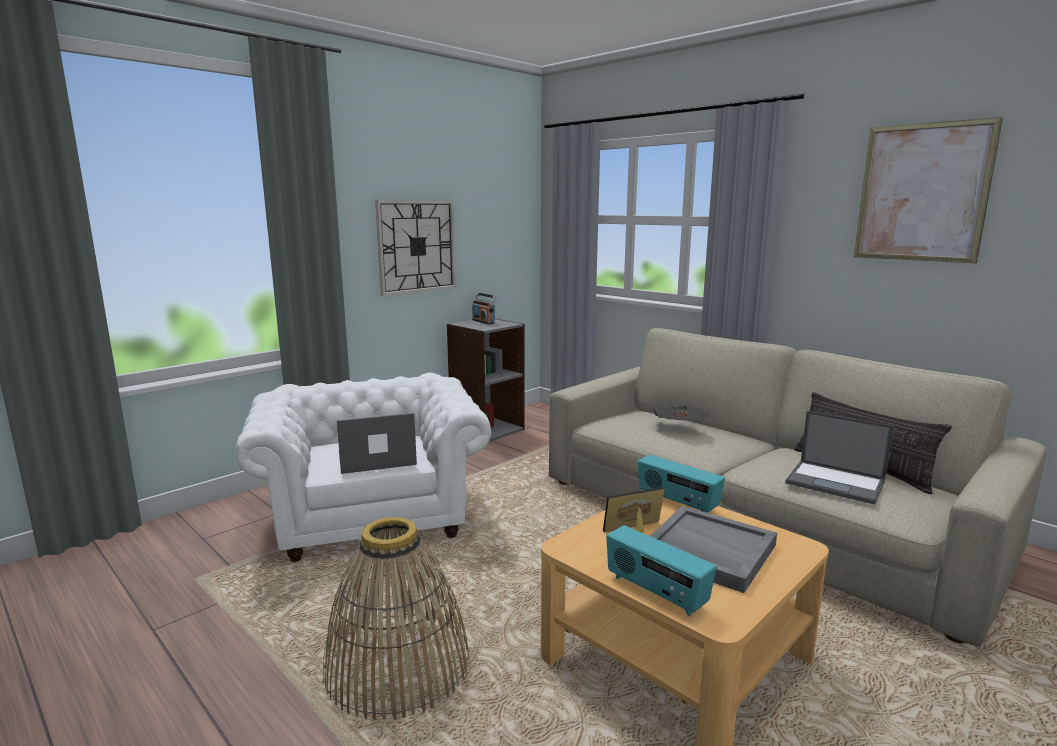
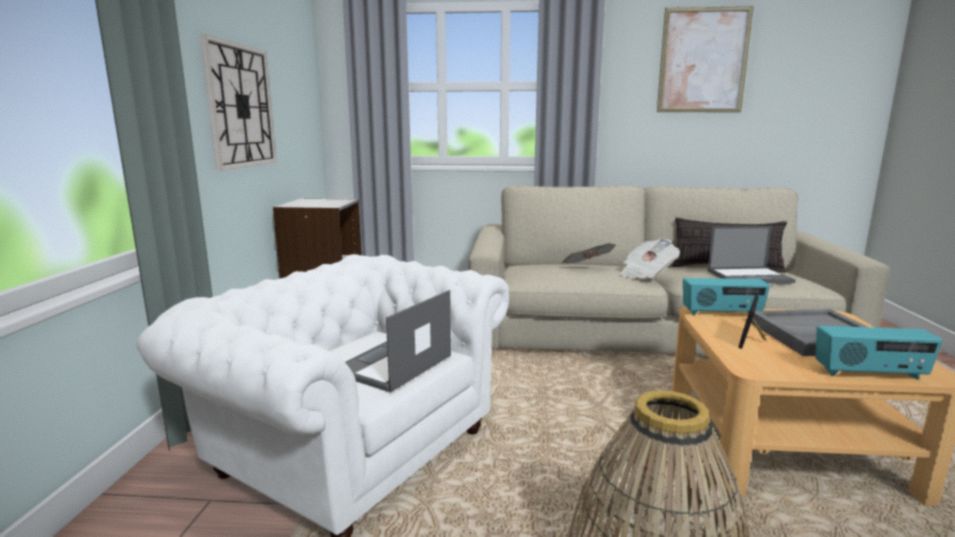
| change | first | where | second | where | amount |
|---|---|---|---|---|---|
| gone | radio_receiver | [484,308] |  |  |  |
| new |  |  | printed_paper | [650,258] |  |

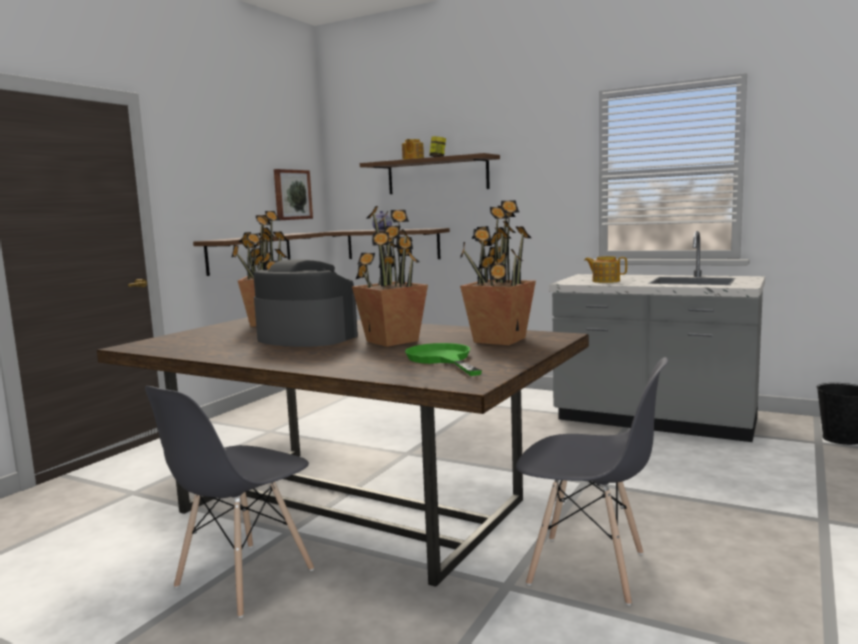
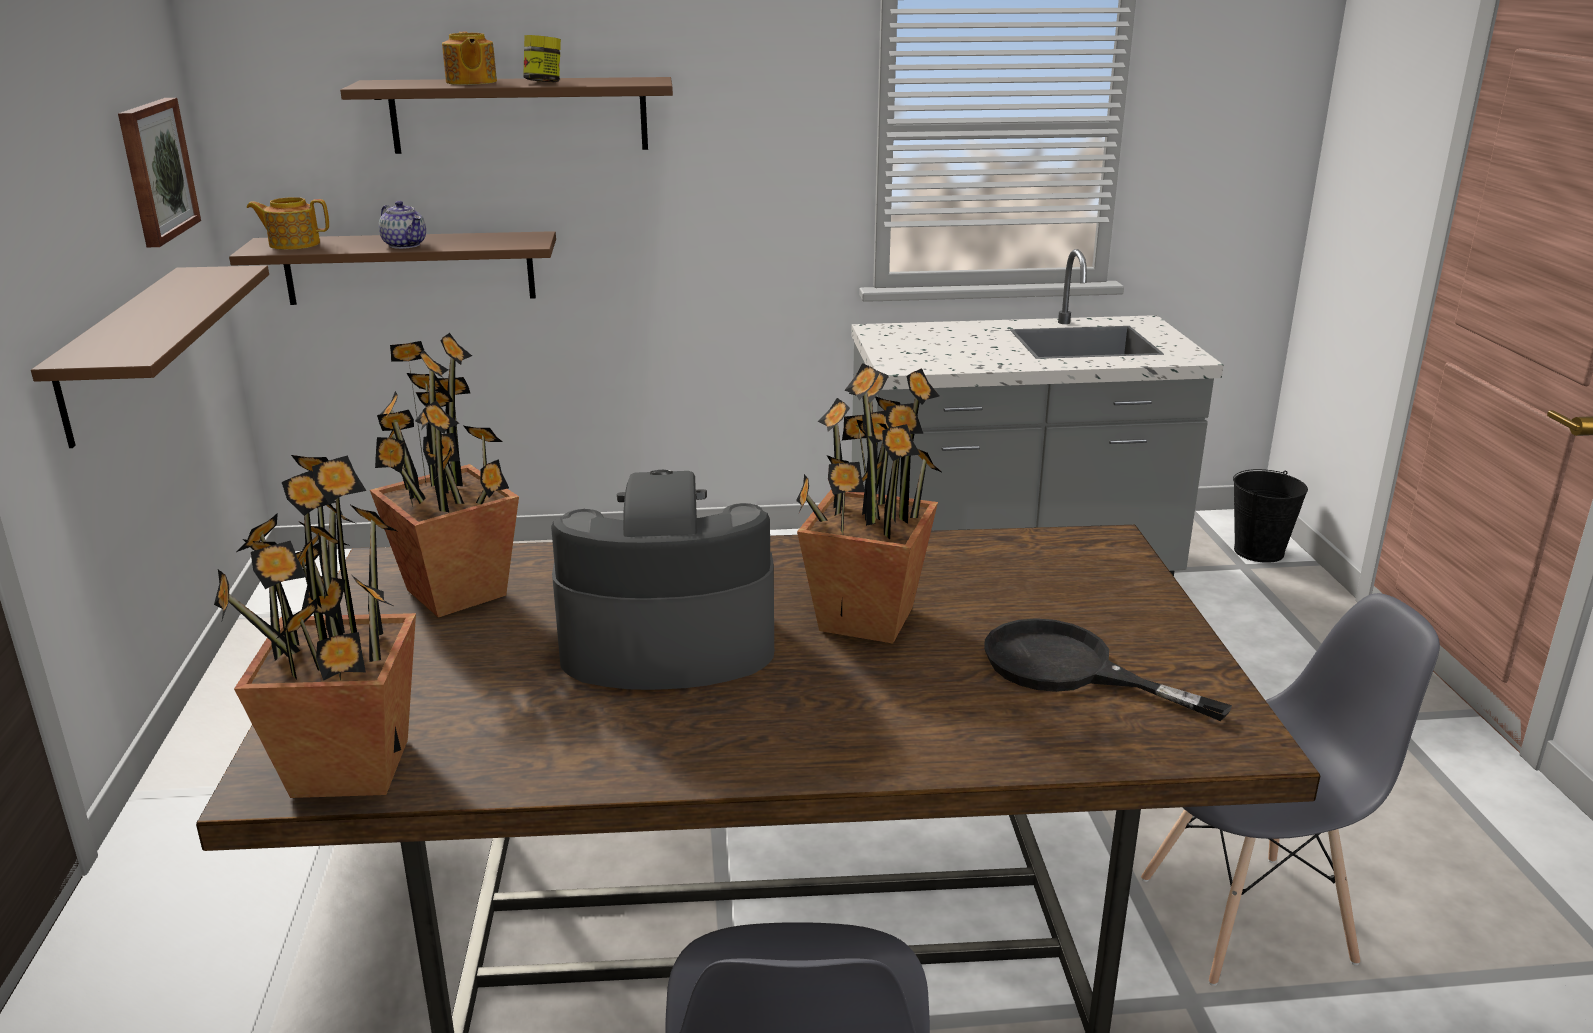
| change | first | where | second | where | amount |
|---|---|---|---|---|---|
| repainted | green-coloured_pan | [443,359] | black_pan | [1108,669] |  |
| shifted | houseplant | [498,272] |  | [315,626] |  |
| shifted | tea_pot | [605,269] |  | [288,223] |  |

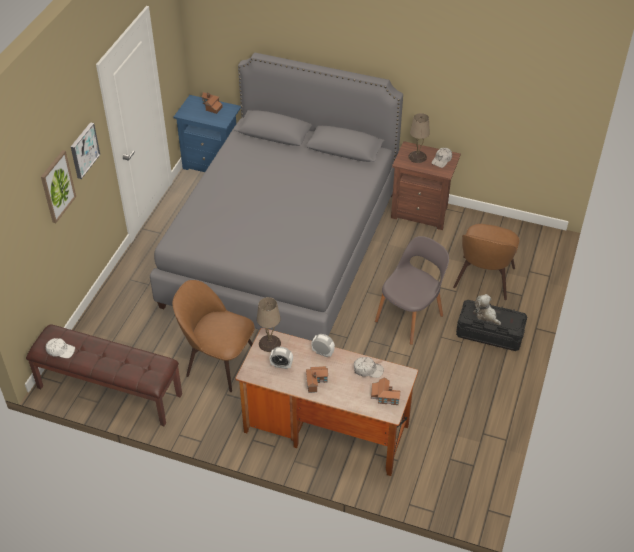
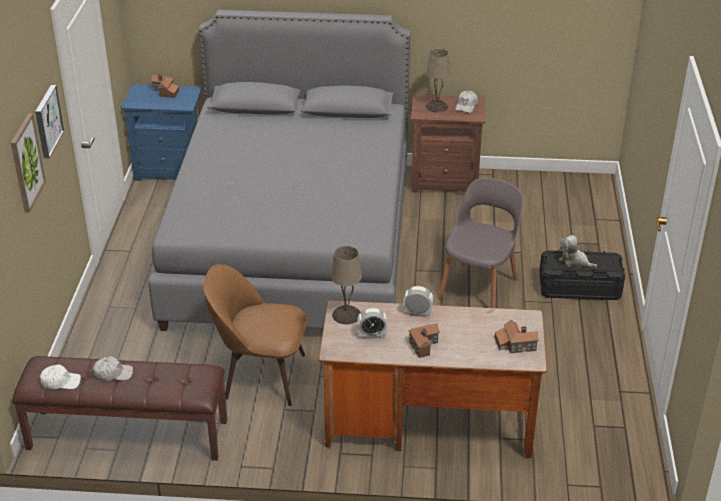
| change | first | where | second | where | amount |
|---|---|---|---|---|---|
| shifted | whitish_cap | [369,367] |  | [113,368] |  |
| gone | brown_chair | [486,262] |  |  |  |

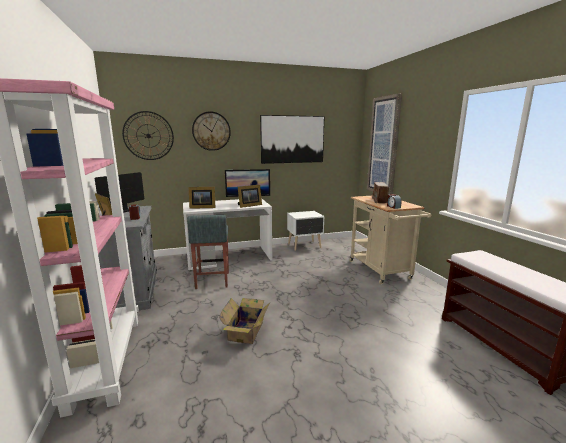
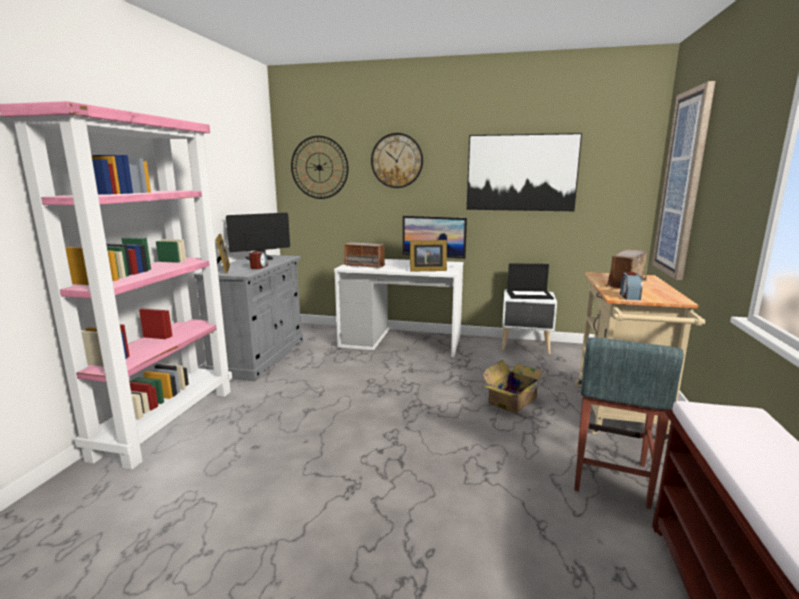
| change | first | where | second | where | amount |
|---|---|---|---|---|---|
| shifted | greyish_stool | [208,252] |  | [629,423] |  |
| swapped | standing_frame | [202,198] | radio_receiver | [364,255] |  |
| shifted | carton | [244,321] |  | [515,386] |  |
| new |  |  | laptop | [530,281] |  |

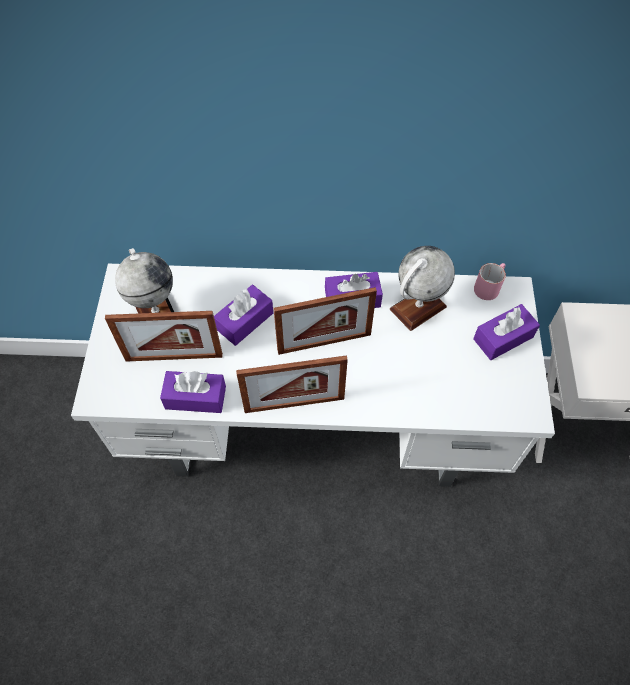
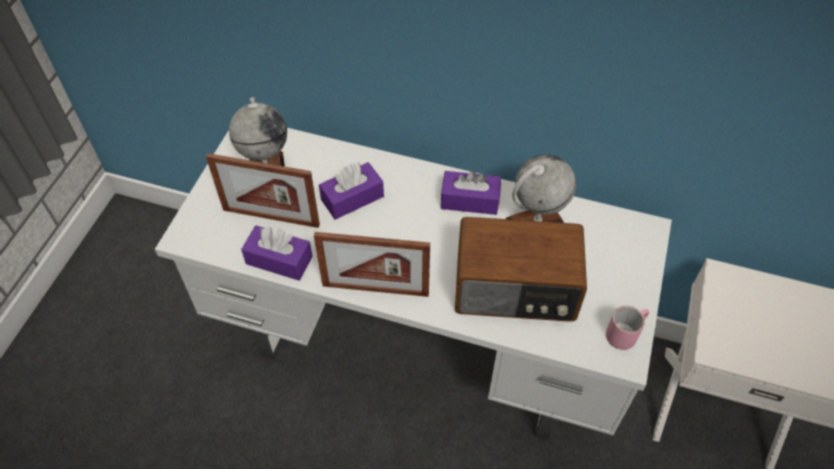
| change | first | where | second | where | amount |
|---|---|---|---|---|---|
| gone | standing_frame | [325,321] |  |  |  |
| gone | purple-coloured_tissue_holder | [506,332] |  |  |  |
| shifted | pink-coloured_coffee_mug | [490,281] |  | [627,328] |  |
| new |  |  | radio_receiver | [521,269] |  |

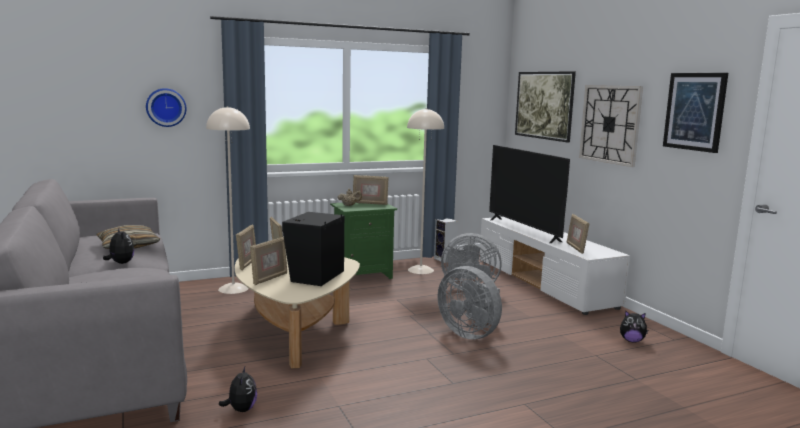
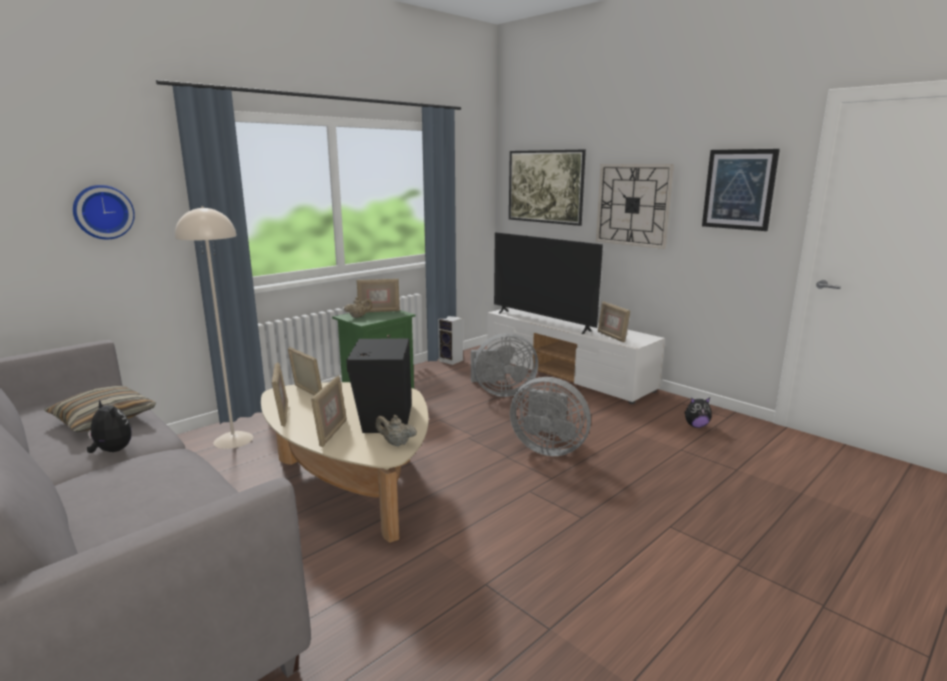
| change | first | where | second | where | amount |
|---|---|---|---|---|---|
| gone | soft_toy | [238,389] |  |  |  |
| gone | beige_standard_lamp | [425,191] |  |  |  |
| new |  |  | beige_tea_pot | [396,430] |  |

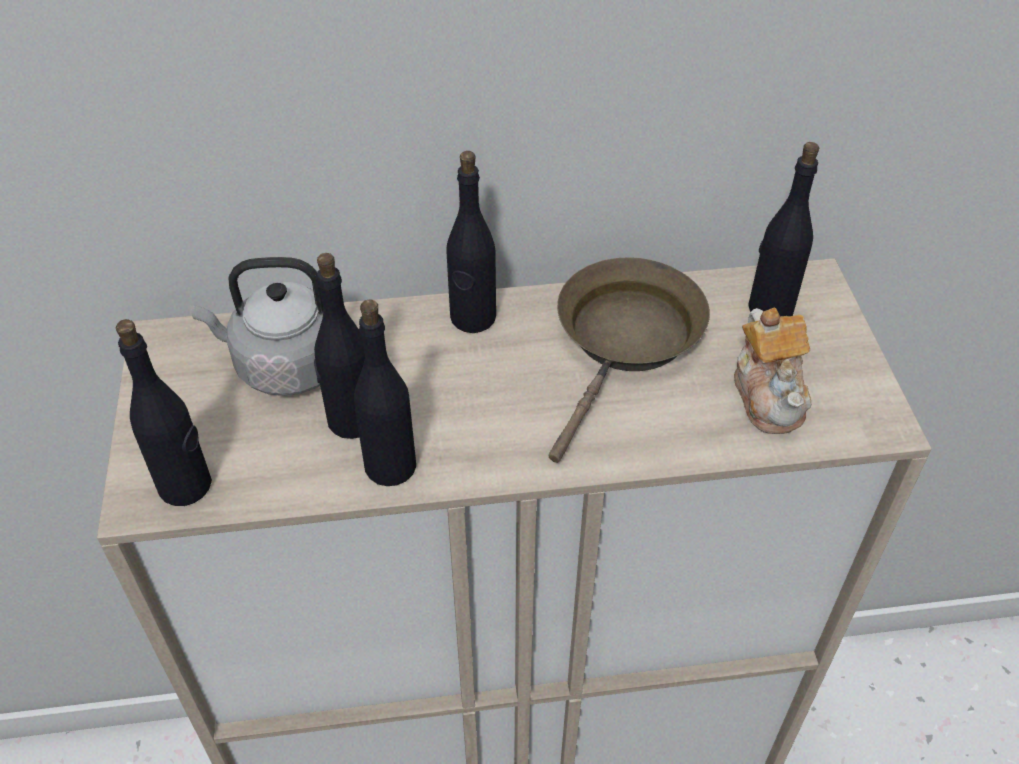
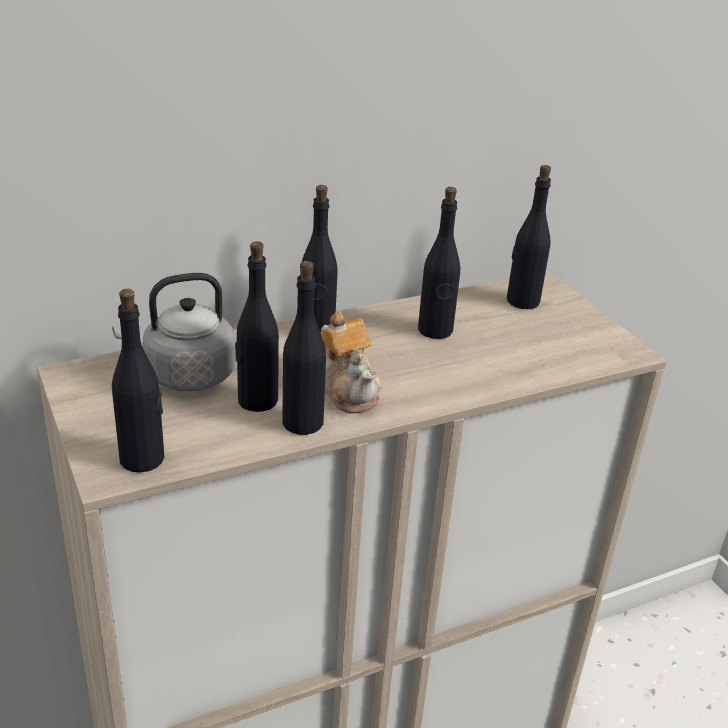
| change | first | where | second | where | amount |
|---|---|---|---|---|---|
| swapped | brown_pan | [629,360] | black_beverage_bottle | [439,263] |  |
| shifted | tea_pot | [772,371] |  | [350,362] |  |

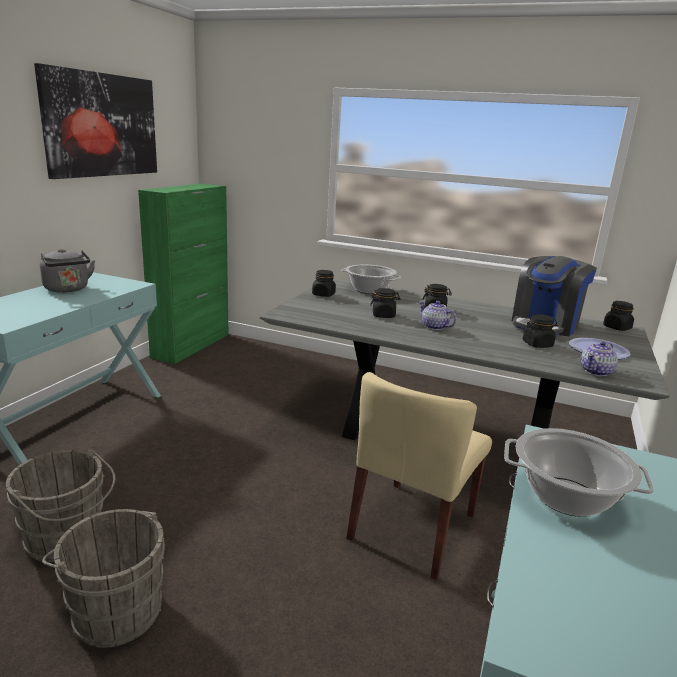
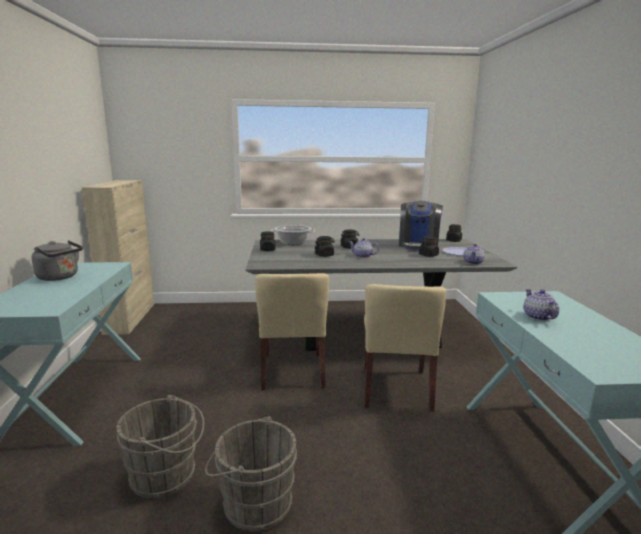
| change | first | where | second | where | amount |
|---|---|---|---|---|---|
| gone | wall_art | [95,121] |  |  |  |
| repainted | green-coloured_storage_cabinet | [183,273] | beige_storage_cabinet | [118,257] |  |
| swapped | stockpot | [579,472] | tea_pot | [541,305] |  |
| new |  |  | beige_chair | [292,331] |  |

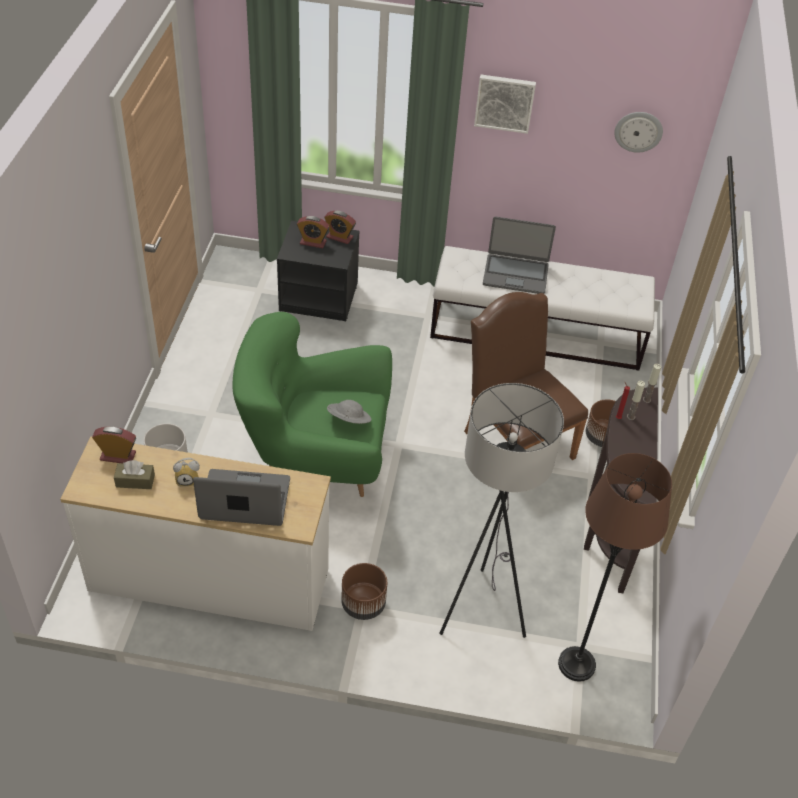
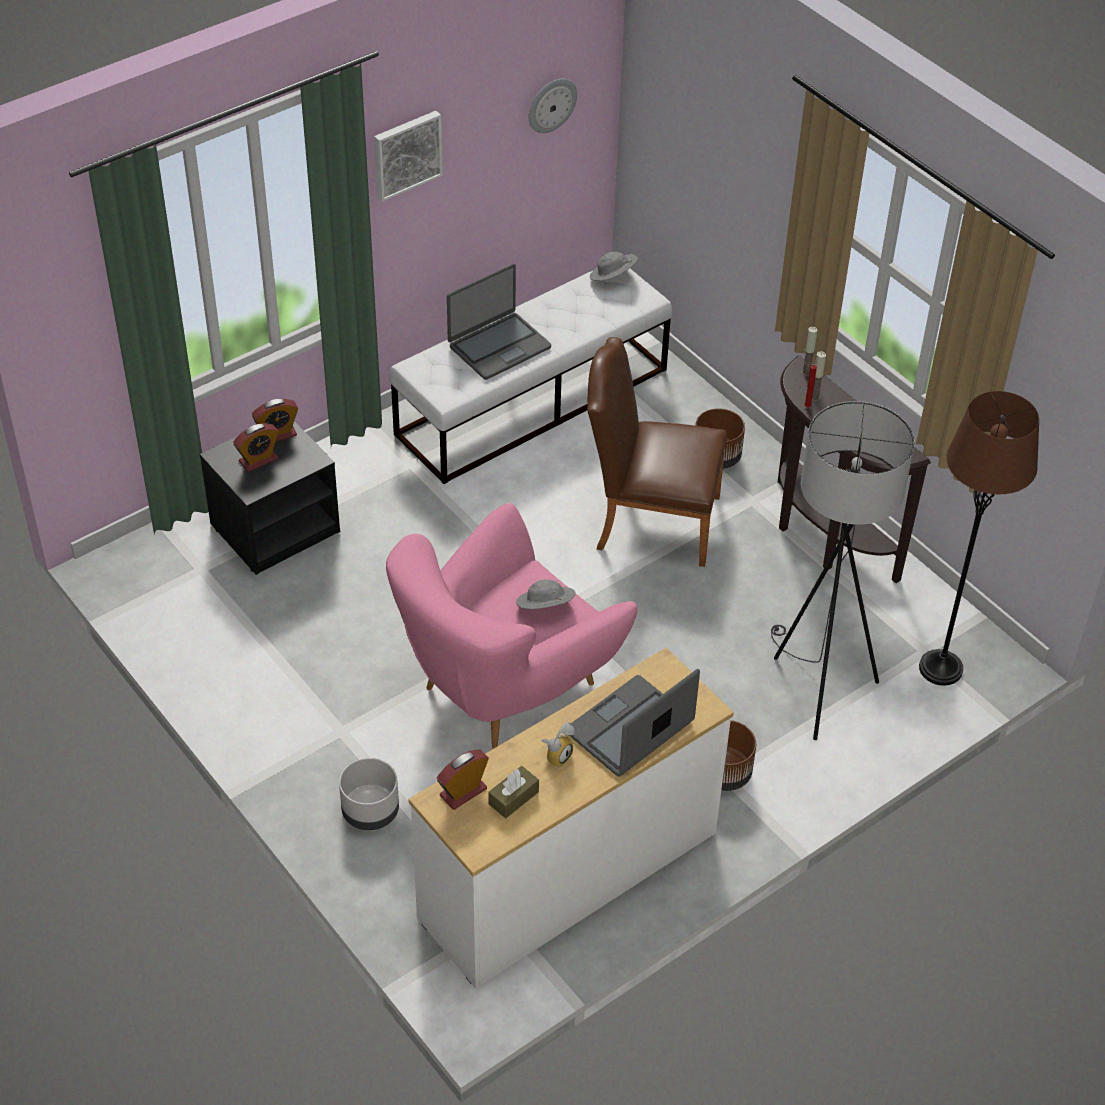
| change | first | where | second | where | amount |
|---|---|---|---|---|---|
| repainted | green-coloured_easy_chair | [312,404] | pink-coloured_easy_chair | [511,626] |  |
| new |  |  | greyish_wearable_hat | [614,266] |  |

